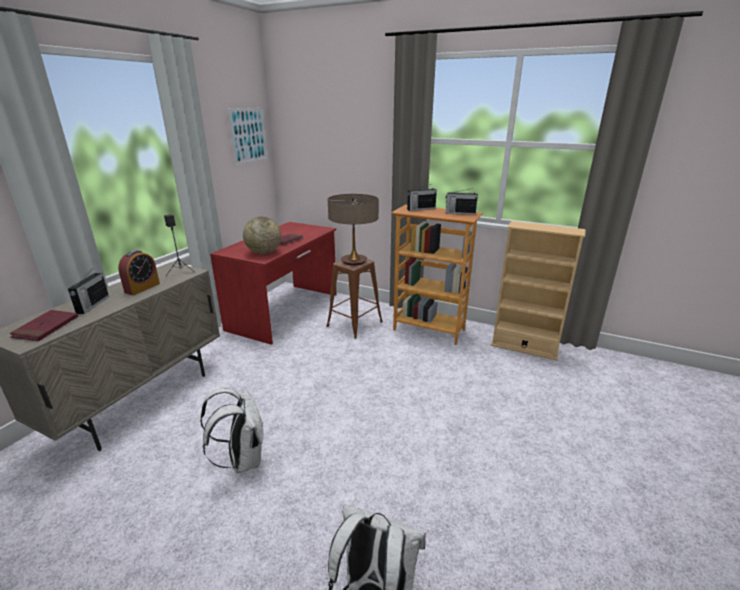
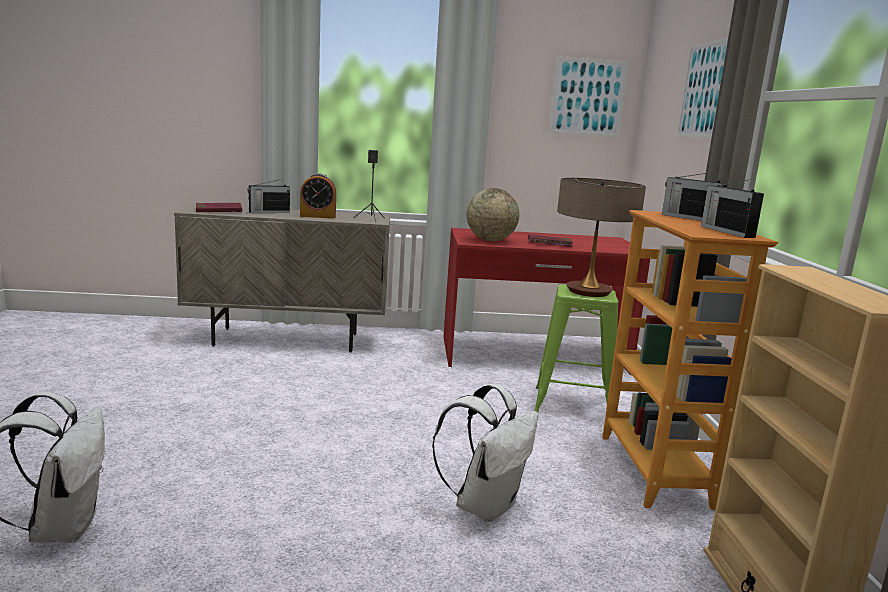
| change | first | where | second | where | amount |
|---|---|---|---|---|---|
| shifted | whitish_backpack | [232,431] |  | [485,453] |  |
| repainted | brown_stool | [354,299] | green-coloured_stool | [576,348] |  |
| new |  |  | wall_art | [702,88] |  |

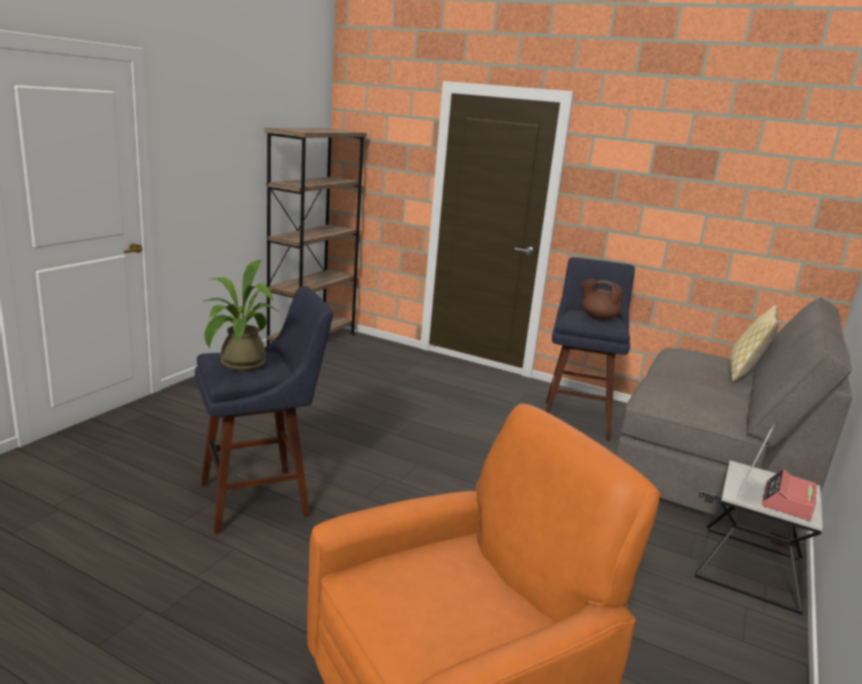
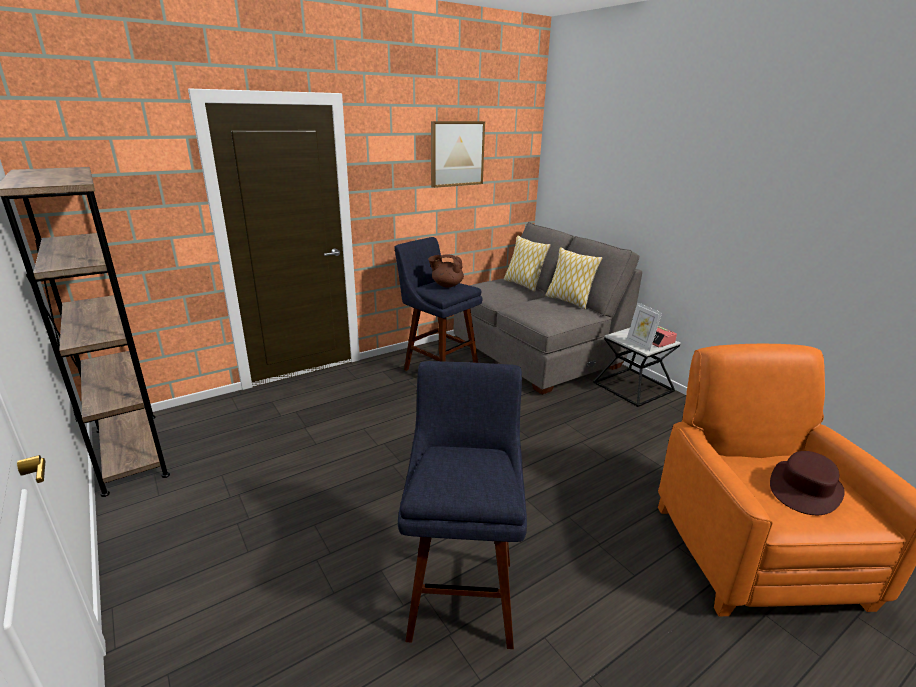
| change | first | where | second | where | amount |
|---|---|---|---|---|---|
| gone | houseplant | [241,315] |  |  |  |
| rotated | brown_tea_pot | [602,300] |  | [446,270] | 45 degrees clockwise |
| new |  |  | wall_art | [458,154] |  |
| new |  |  | throw_pillow | [573,278] |  |
| new |  |  | brown_wearable_hat | [807,483] |  |

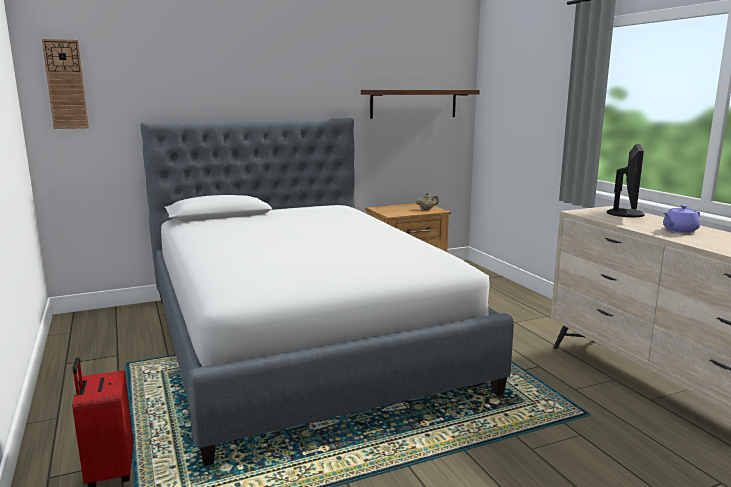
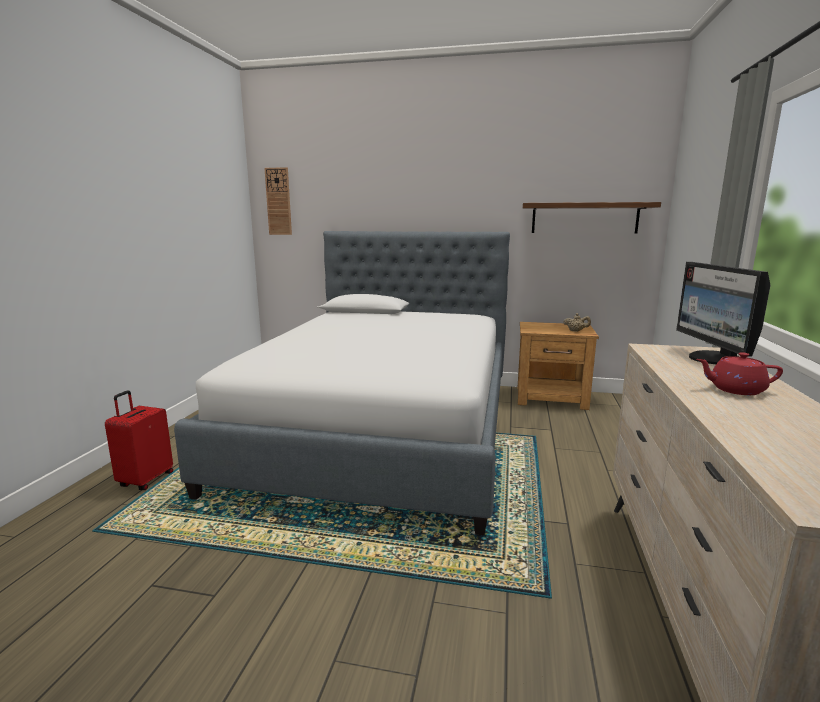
| change | first | where | second | where | amount |
|---|---|---|---|---|---|
| rotated | computer_display | [626,180] |  | [723,313] | 120 degrees clockwise |
| repainted | purple-coloured_tea_pot | [681,219] | reddish_tea_pot | [740,373] |  |

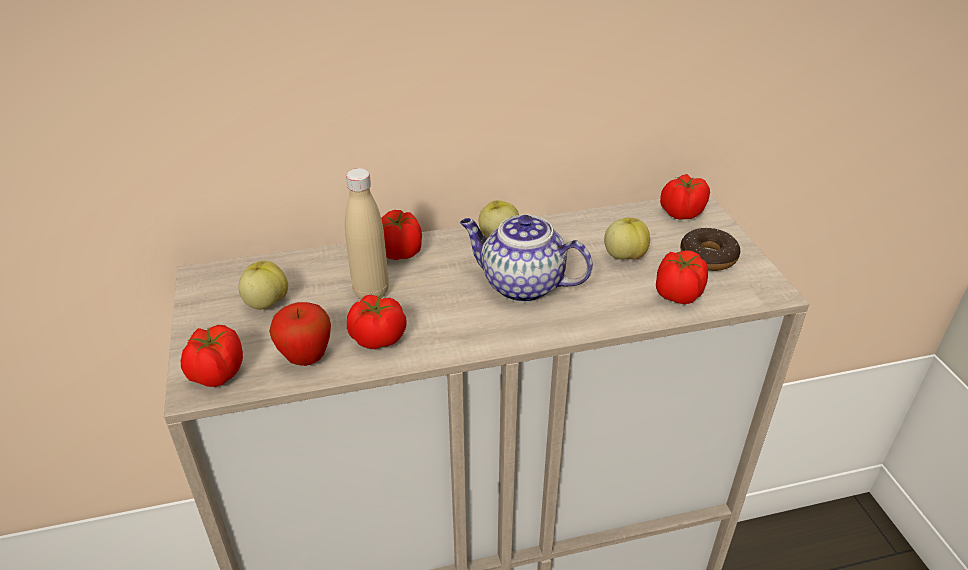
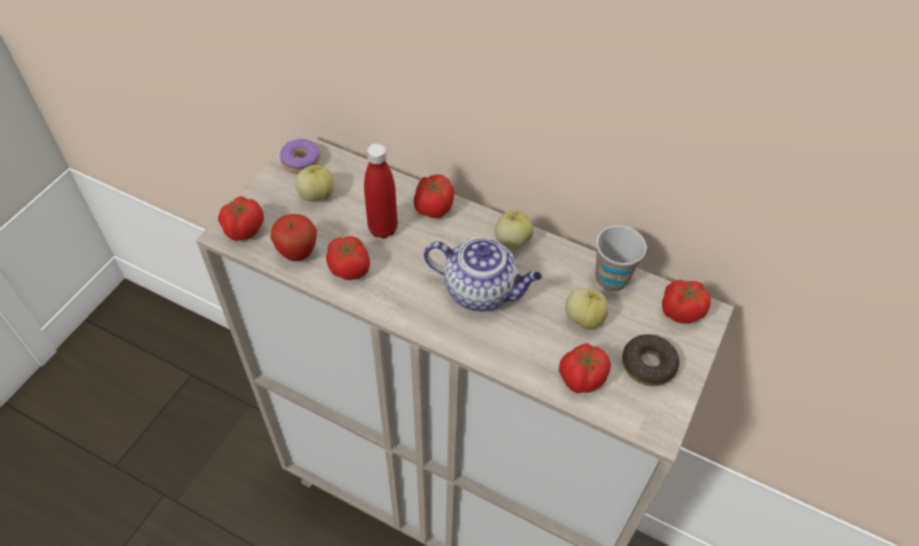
| change | first | where | second | where | amount |
|---|---|---|---|---|---|
| repainted | beige_beverage_bottle | [367,234] | reddish_beverage_bottle | [381,191] |  |
| rotated | tea_pot | [526,258] |  | [483,274] | 135 degrees clockwise |
| new |  |  | doughnut | [300,156] |  |
| new |  |  | cup | [621,258] |  |

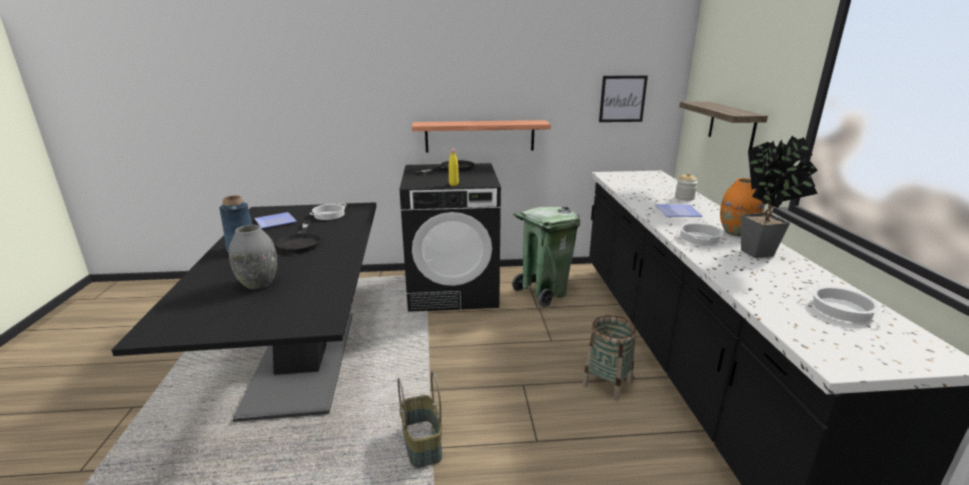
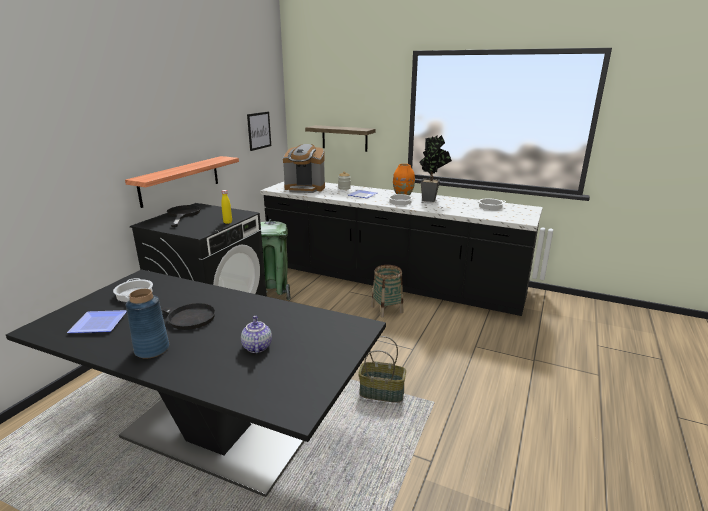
| change | first | where | second | where | amount |
|---|---|---|---|---|---|
| swapped | greyish_vase | [253,257] | tea_pot | [256,334] |  |
| new |  |  | coffee_brewer | [304,168] |  |

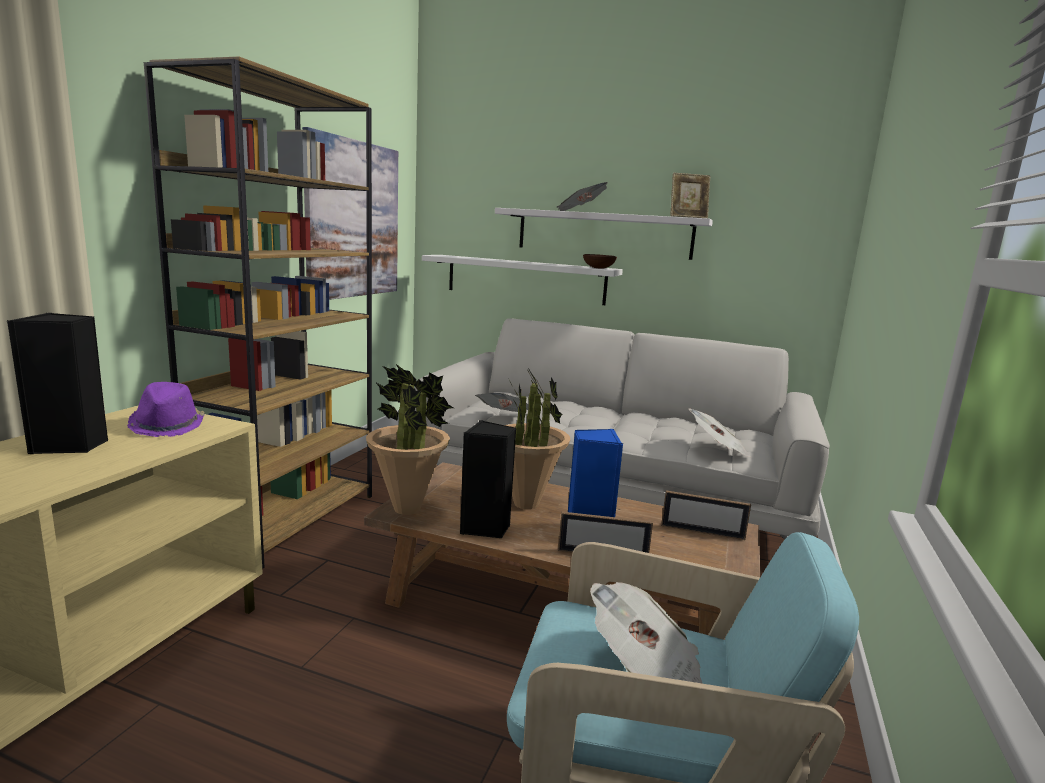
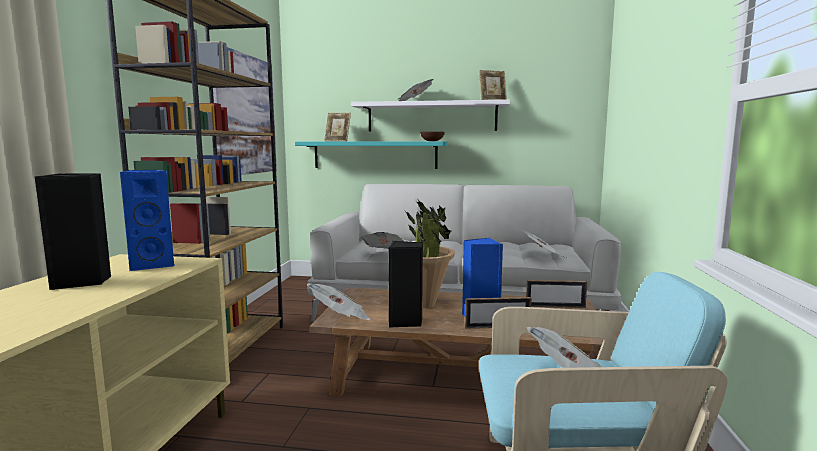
| change | first | where | second | where | amount |
|---|---|---|---|---|---|
| swapped | purple-coloured_wearable_hat | [166,409] | bluish_audio_speaker | [147,220] |  |
| swapped | houseplant | [410,439] | printed_paper | [338,301] |  |
| repainted | whitish_shelf | [522,280] | turquoise-coloured_shelf | [371,155] |  |
| new |  |  | standing_frame | [337,127] |  |

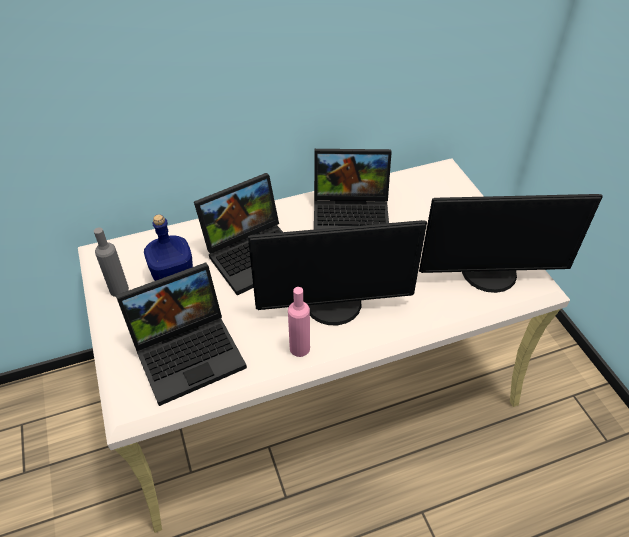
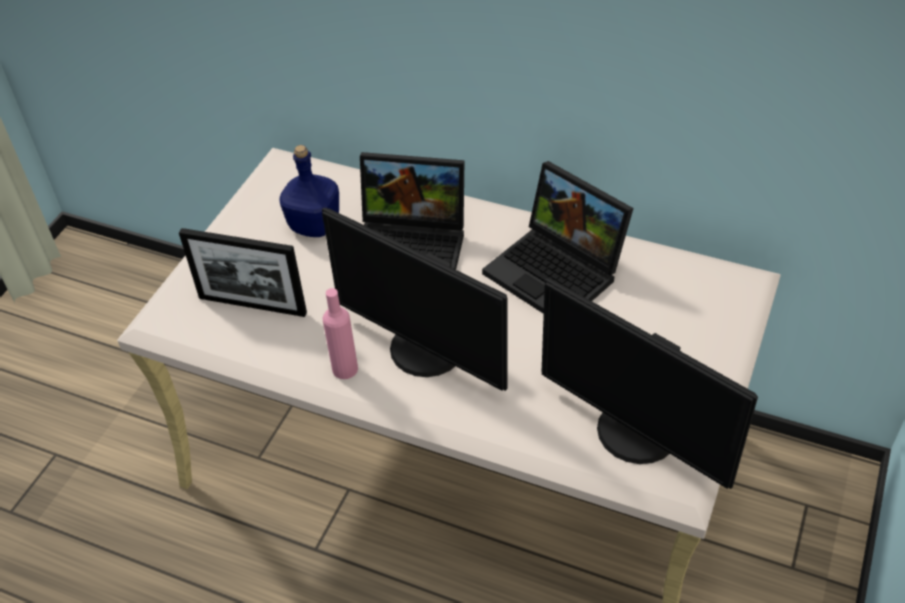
| change | first | where | second | where | amount |
|---|---|---|---|---|---|
| gone | greyish_beverage_bottle | [111,262] |  |  |  |
| swapped | laptop | [181,334] | standing_frame | [243,272] |  |

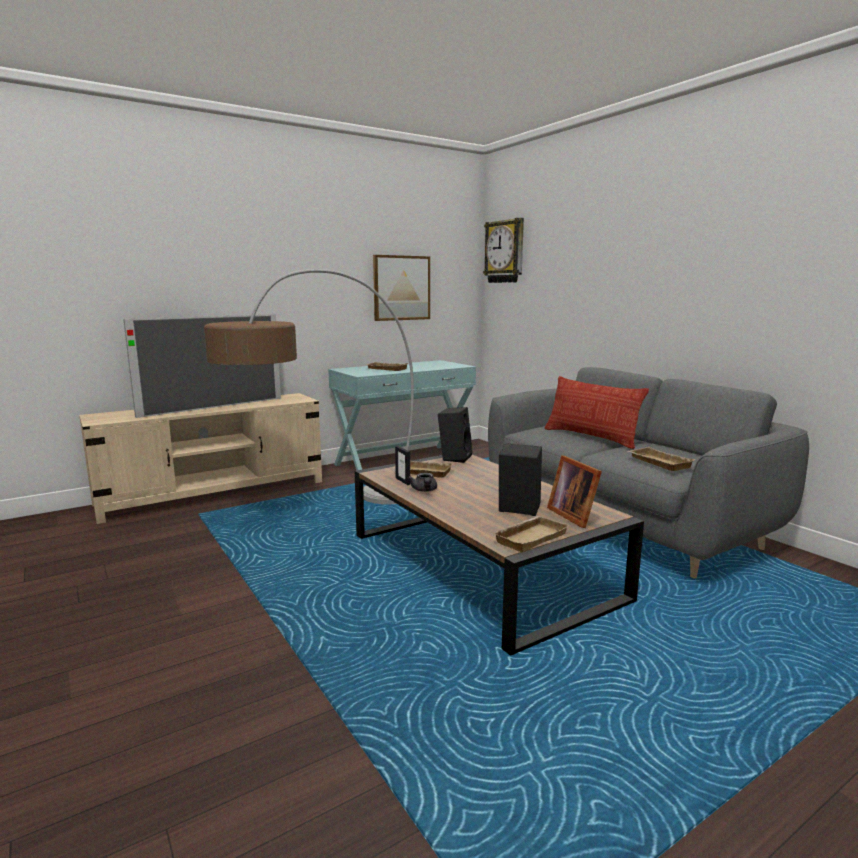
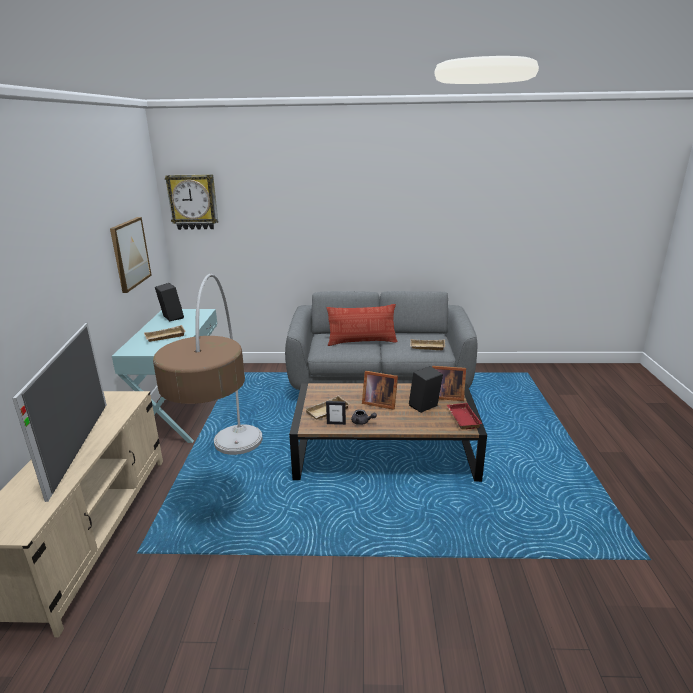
| change | first | where | second | where | amount |
|---|---|---|---|---|---|
| shifted | black_audio_speaker | [455,435] |  | [169,302] |  |
| repainted | beige_tray | [530,534] | reddish_tray | [464,416] |  |
| new |  |  | standing_frame | [380,390] |  |

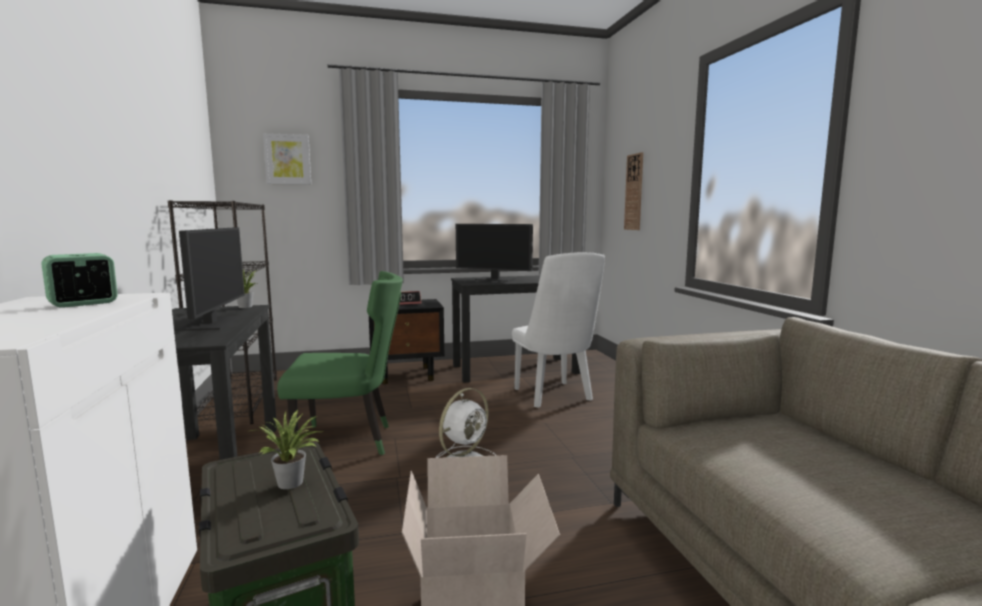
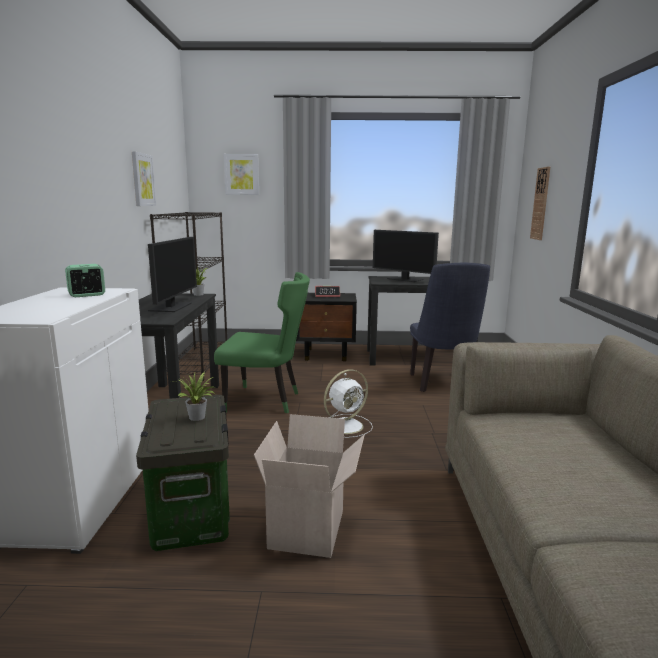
| change | first | where | second | where | amount |
|---|---|---|---|---|---|
| repainted | whitish_chair | [558,330] | bluish_chair | [450,327] |  |
| new |  |  | wall_art | [144,178] |  |

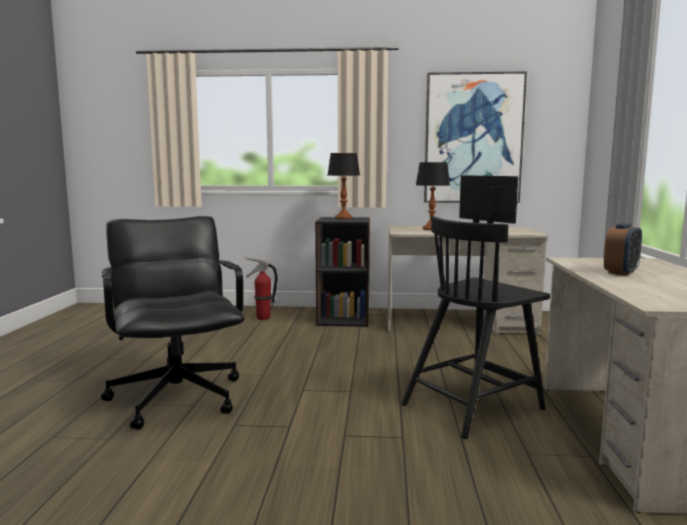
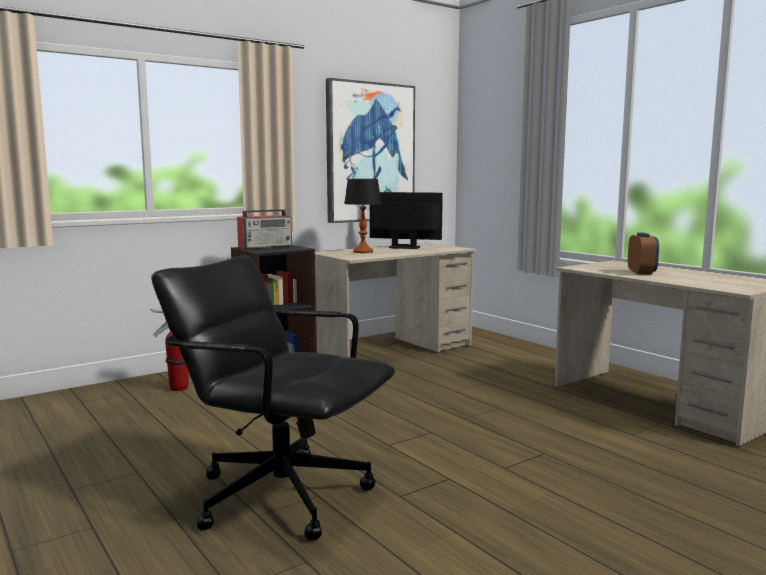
| change | first | where | second | where | amount |
|---|---|---|---|---|---|
| swapped | tabletop_lamp | [344,186] | radio_receiver | [264,228] |  |
| gone | black_chair | [475,327] |  |  |  |

